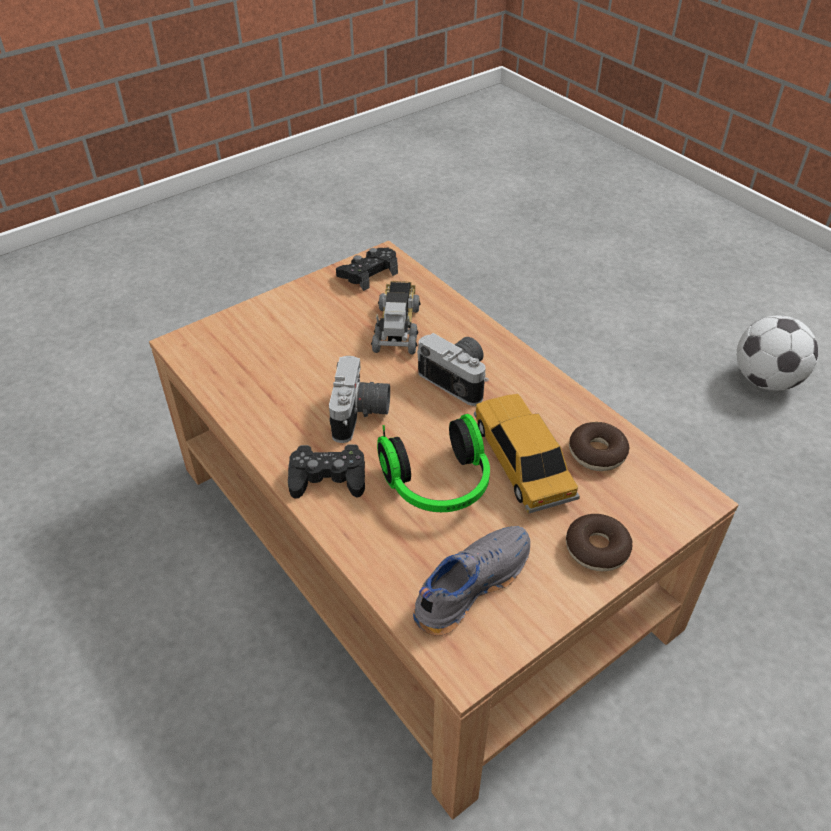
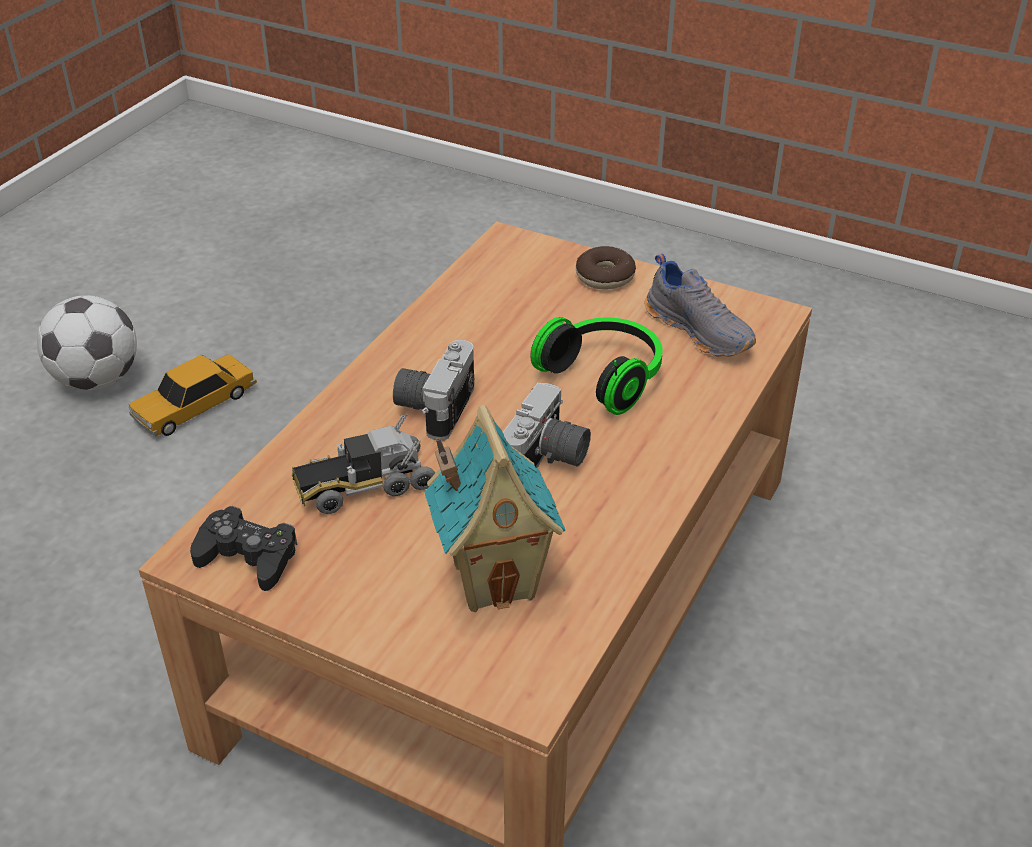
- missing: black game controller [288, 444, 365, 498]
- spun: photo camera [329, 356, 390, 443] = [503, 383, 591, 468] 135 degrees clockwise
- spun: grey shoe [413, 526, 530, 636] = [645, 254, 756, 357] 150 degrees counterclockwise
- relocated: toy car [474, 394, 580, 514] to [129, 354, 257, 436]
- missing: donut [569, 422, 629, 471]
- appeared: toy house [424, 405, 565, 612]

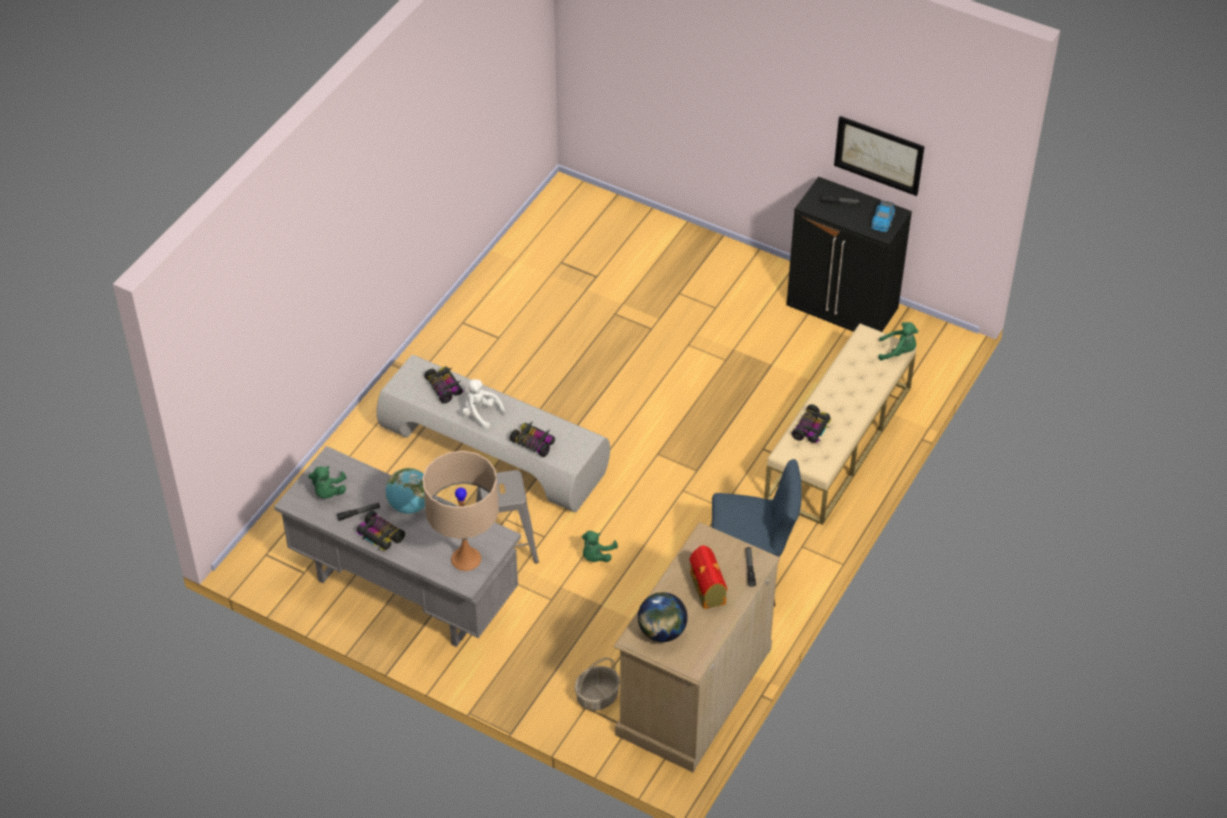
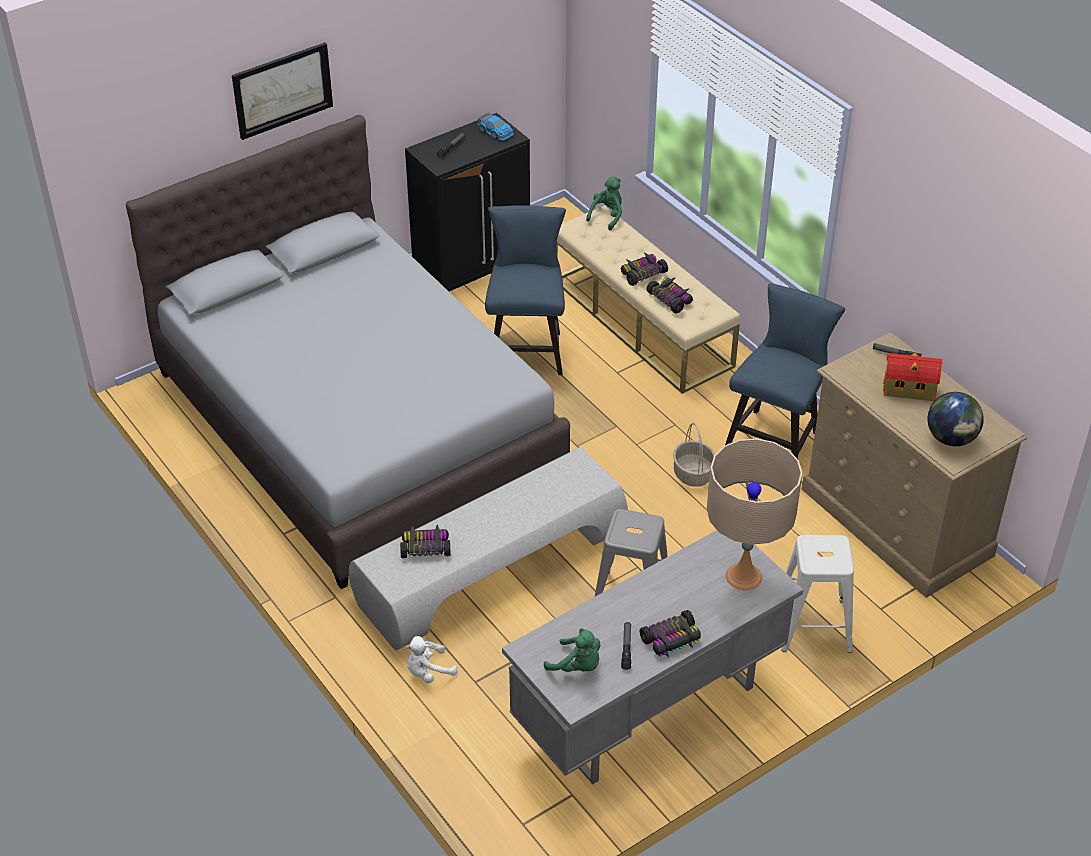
- missing: globe [386, 468, 425, 514]
- relocated: white plush toy [462, 379, 505, 429] to [406, 636, 458, 683]
- relocated: toy car [509, 421, 555, 457] to [621, 252, 668, 286]
- relocated: basket [575, 658, 620, 711] to [673, 423, 715, 487]
- missing: green plush toy [582, 531, 618, 562]
- relocated: picture [834, 116, 925, 196] to [232, 42, 333, 140]
- appeared: grey bed [126, 115, 570, 589]
- appeared: blue chair [485, 205, 566, 375]
- appeared: white stool [781, 535, 854, 653]

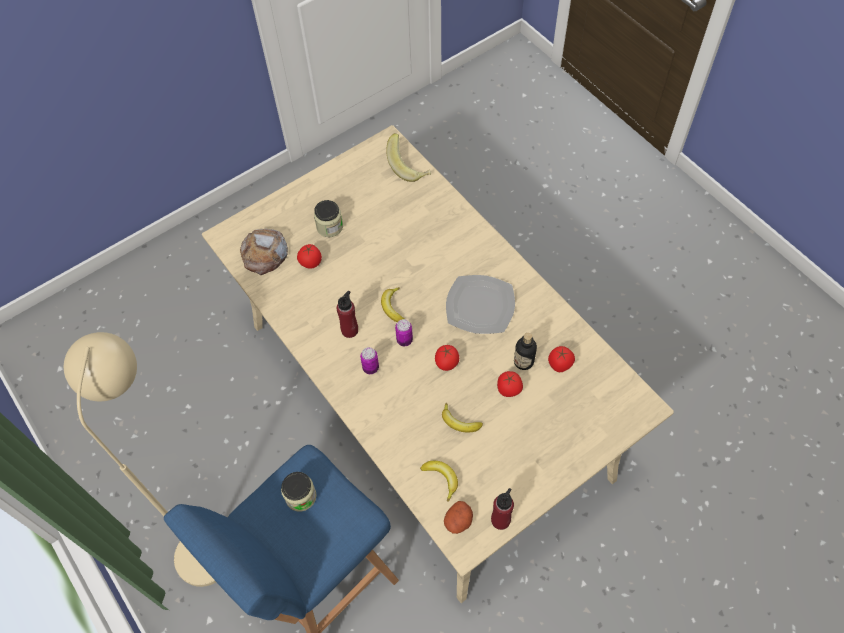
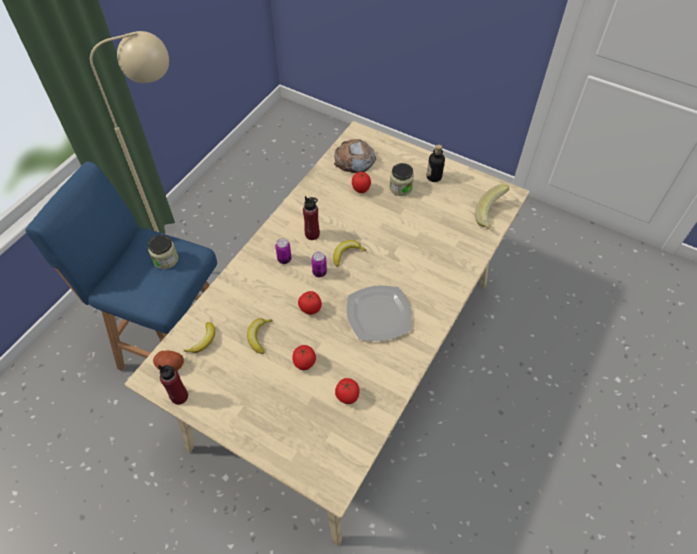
- relocated: bottle [514, 333, 537, 370] to [427, 144, 445, 182]

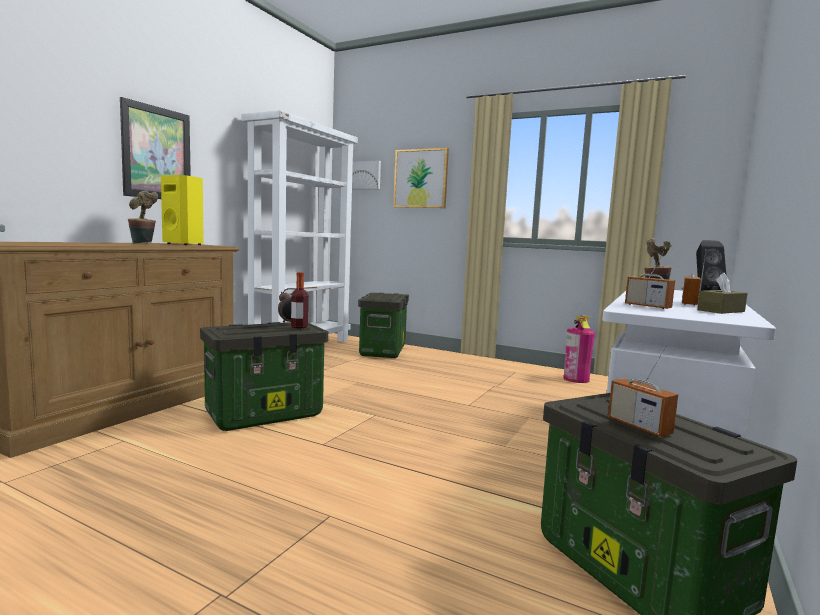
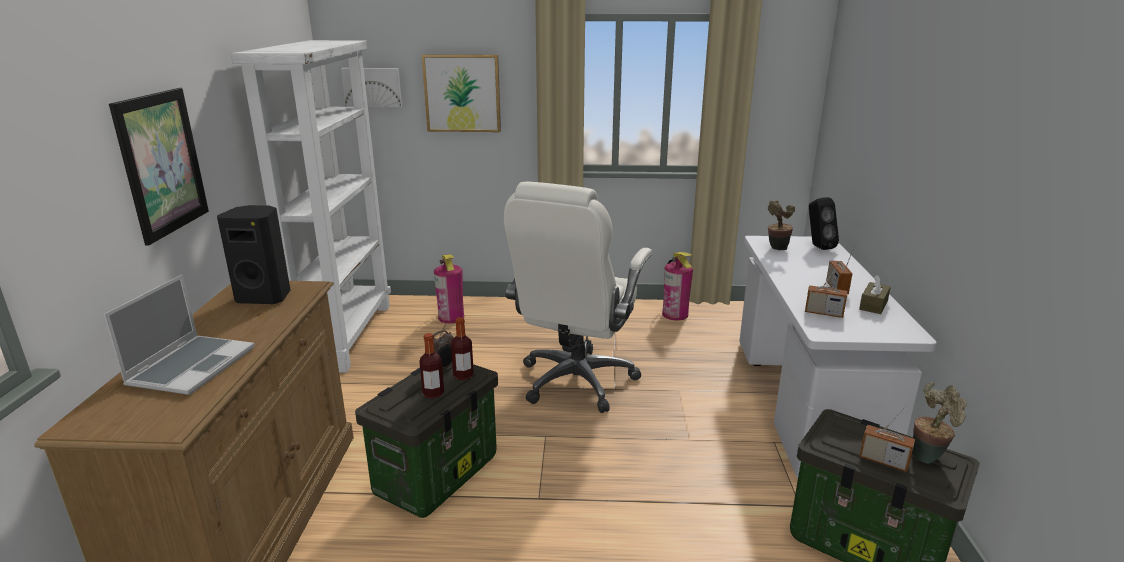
- relocated: potted plant [128, 190, 158, 243] to [912, 382, 967, 464]
- colour: yellow speaker [161, 175, 204, 245] to black speaker [217, 205, 290, 304]
- exchanged: storage box [358, 293, 409, 358] to fire extinguisher [434, 254, 464, 323]
- appeared: laptop [104, 275, 255, 395]
- appeared: bottle [419, 333, 444, 399]
- appeared: white office chair [504, 182, 652, 413]

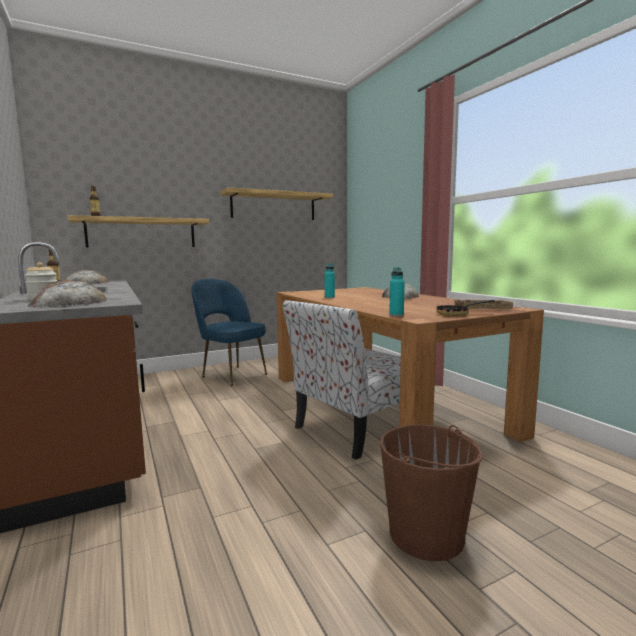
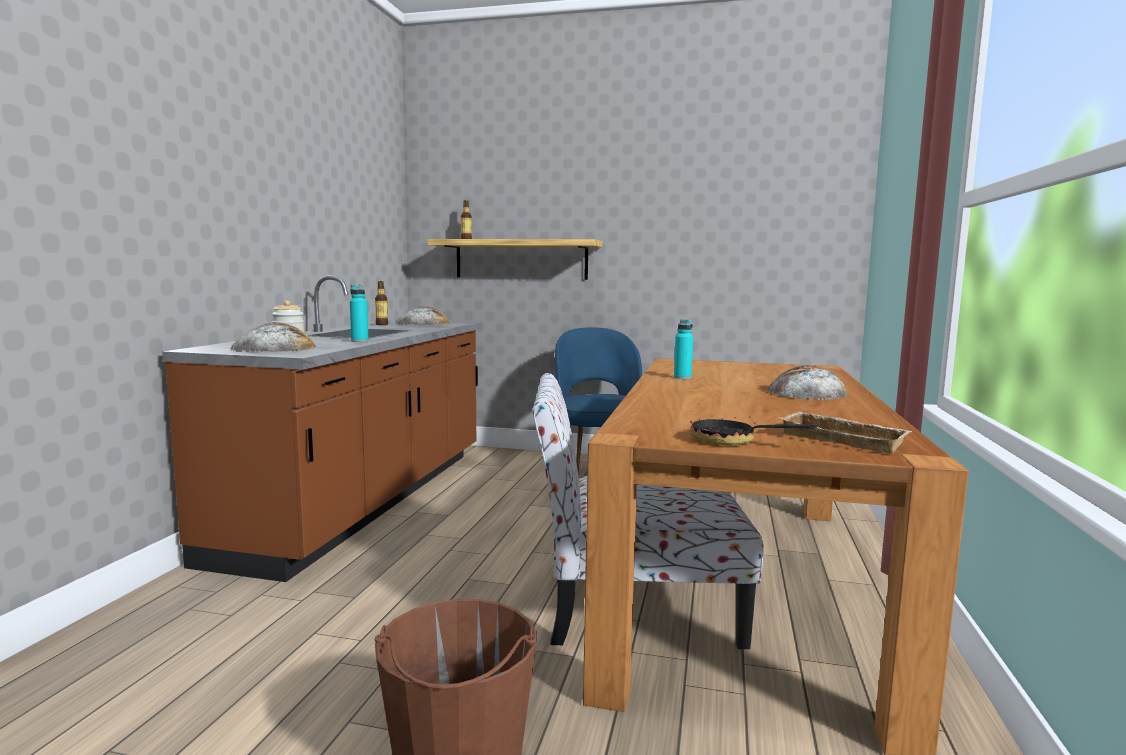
- missing: shelf [220, 187, 333, 220]
- relocated: turquoise bottle [389, 267, 405, 317] to [350, 285, 369, 342]

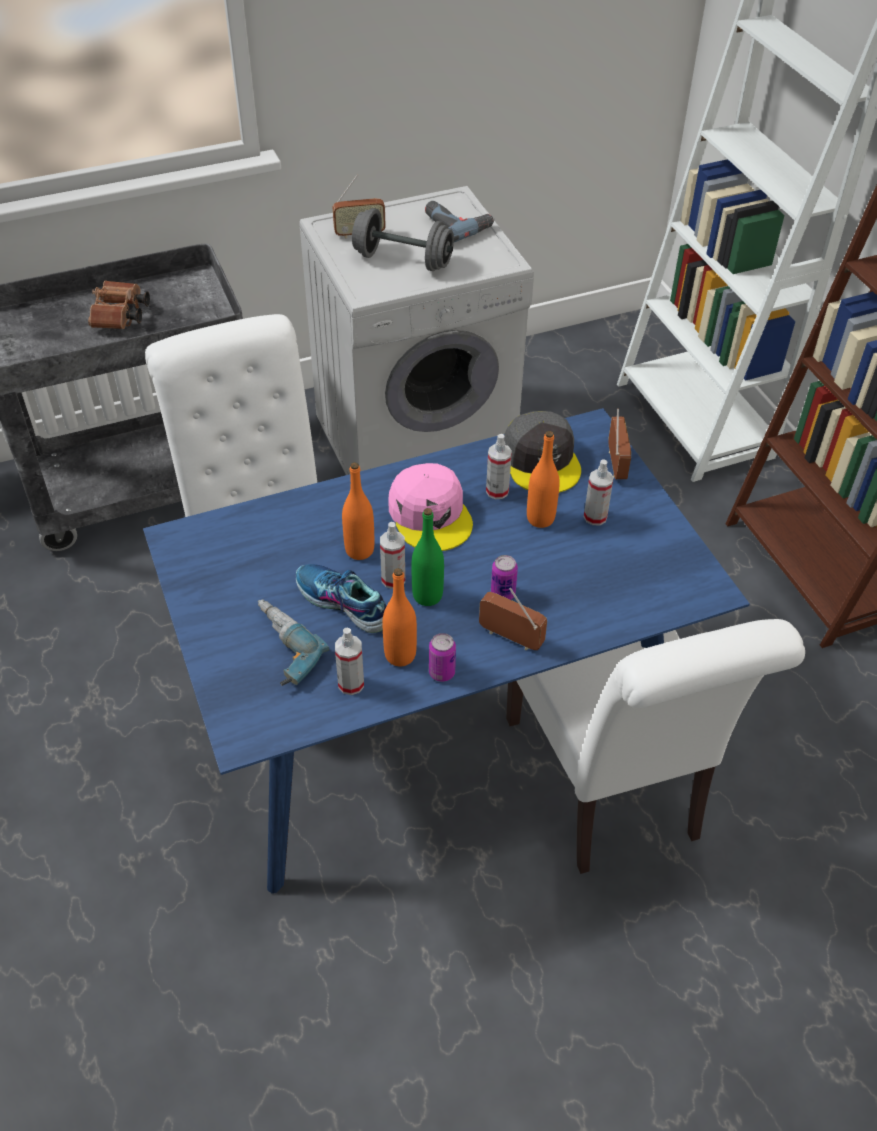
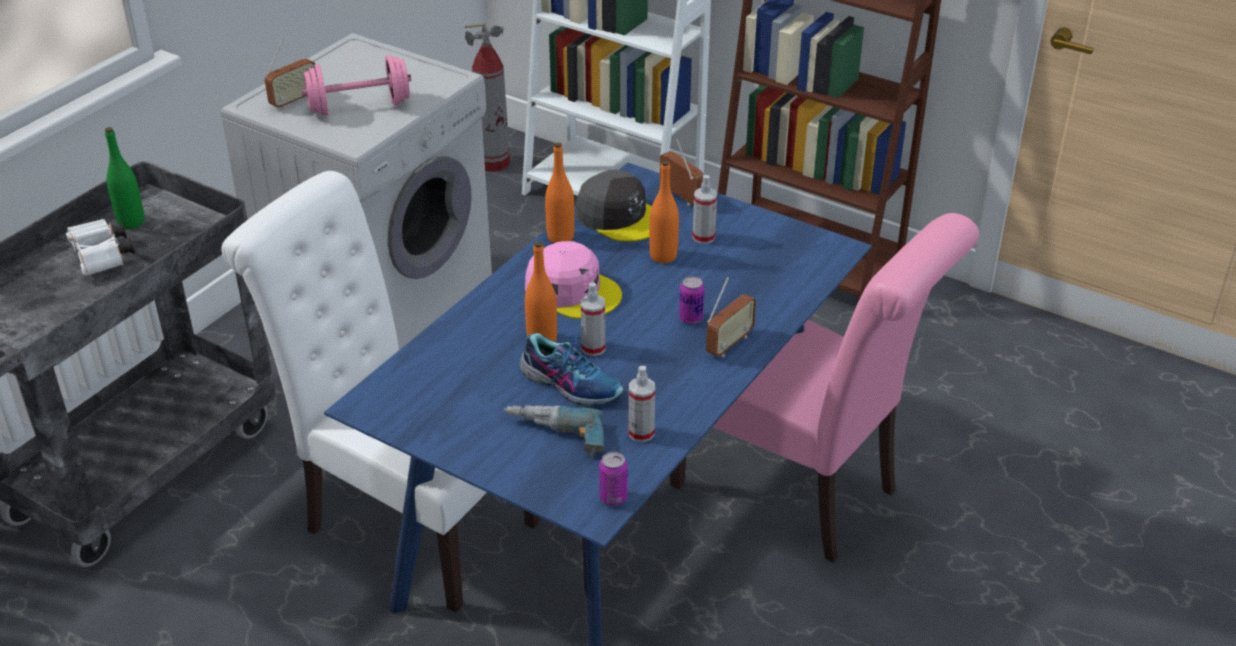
- colour: brown binoculars [88, 280, 150, 329] to white binoculars [66, 219, 135, 276]
- spun: shoe [296, 564, 386, 633] = [520, 330, 623, 407] 150 degrees counterclockwise
- colour: grey dumbbell [352, 208, 454, 271] to pink dumbbell [302, 55, 411, 116]
- relocated: orange bottle [383, 568, 417, 666] to [545, 142, 574, 243]
- relocated: green bottle [411, 508, 444, 606] to [105, 127, 145, 229]
- missing: power drill [425, 201, 494, 242]
- relocated: can [429, 633, 456, 682] to [599, 452, 628, 506]
- spun: radio [479, 588, 547, 650] = [706, 277, 756, 357] 135 degrees clockwise
- missing: spray bottle [486, 434, 512, 499]
- colour: white chair [506, 619, 805, 874] to pink chair [670, 213, 979, 563]
- appeared: fire extinguisher [465, 23, 510, 172]

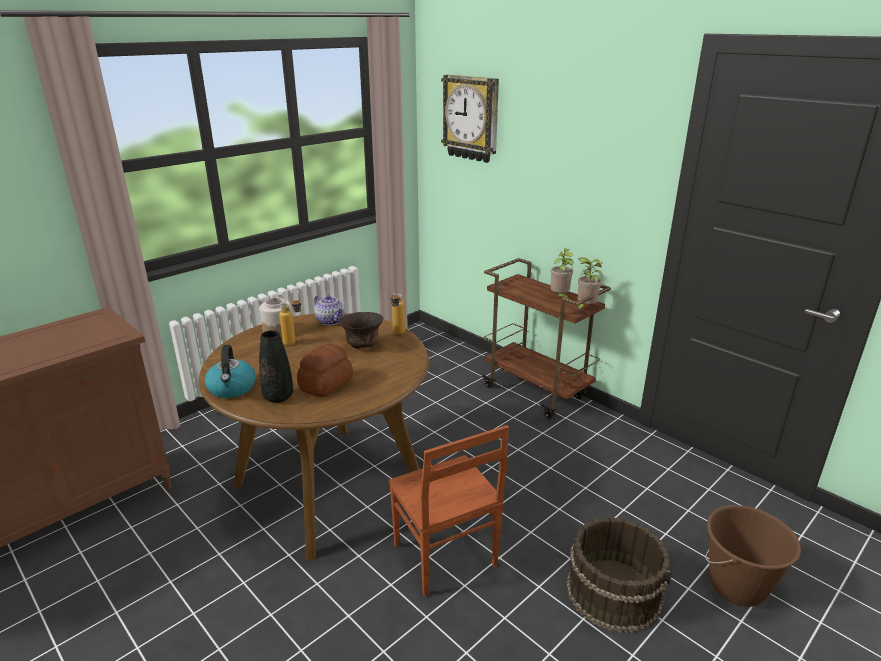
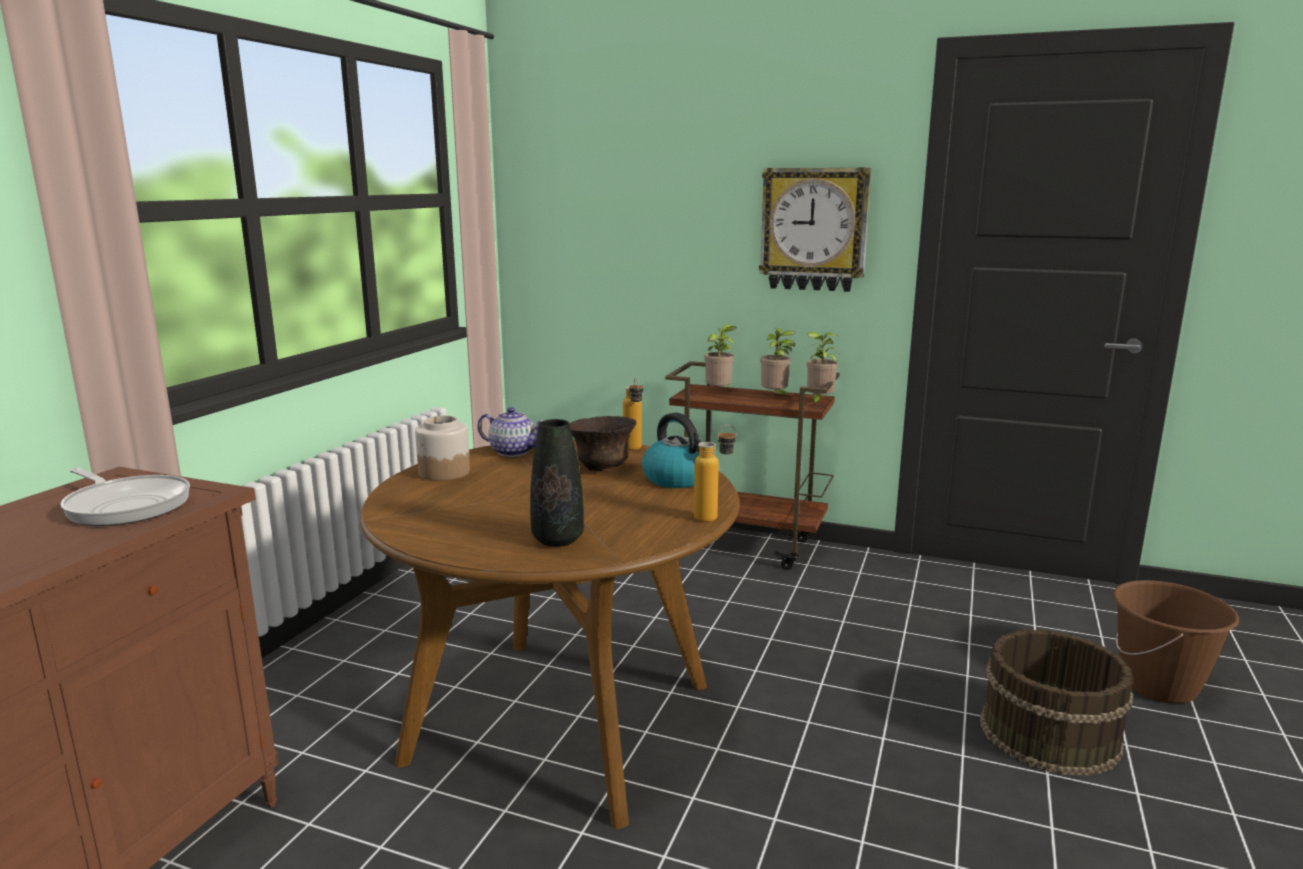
- relocated: kettle [205, 345, 256, 398] to [642, 413, 701, 488]
- relocated: bottle [279, 297, 302, 345] to [694, 425, 736, 522]
- missing: bread [297, 344, 353, 397]
- missing: brown chair [388, 425, 509, 596]
- relocated: wall clock [441, 75, 499, 163] to [759, 168, 871, 292]
- appeared: frying pan [60, 468, 190, 526]
- appeared: potted plant [704, 325, 737, 390]

